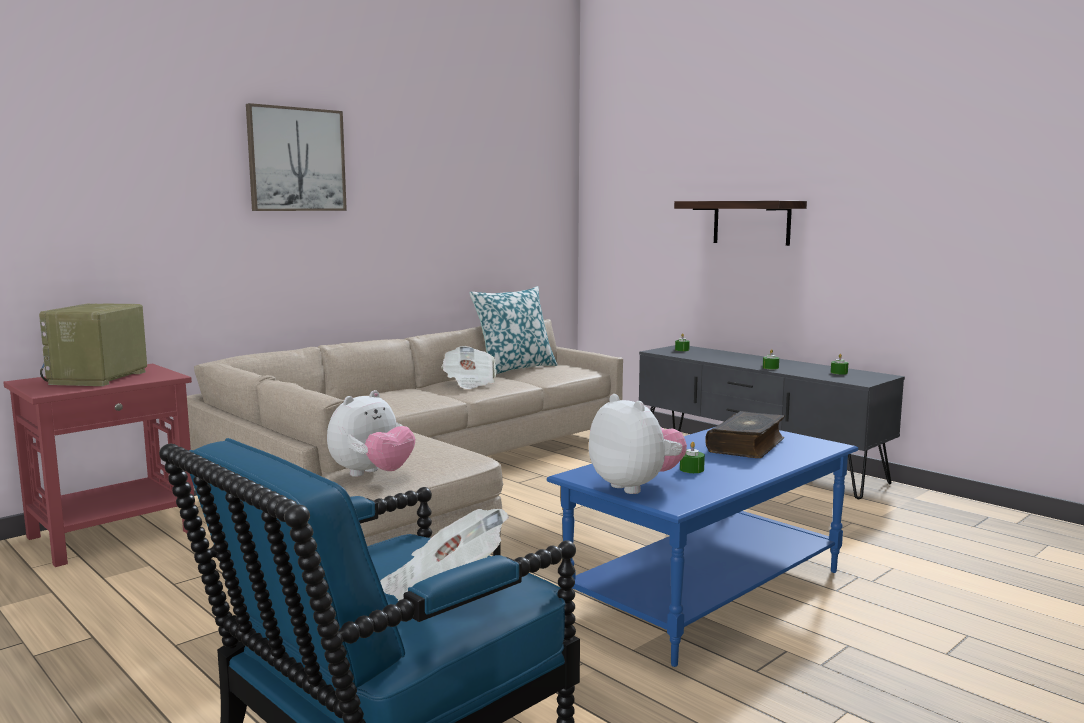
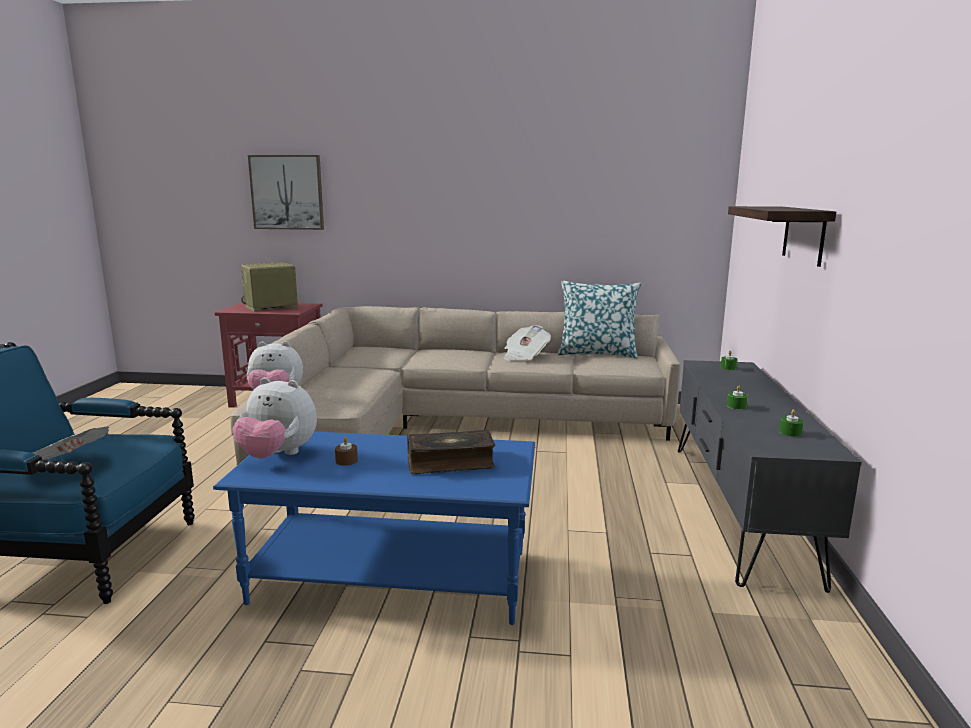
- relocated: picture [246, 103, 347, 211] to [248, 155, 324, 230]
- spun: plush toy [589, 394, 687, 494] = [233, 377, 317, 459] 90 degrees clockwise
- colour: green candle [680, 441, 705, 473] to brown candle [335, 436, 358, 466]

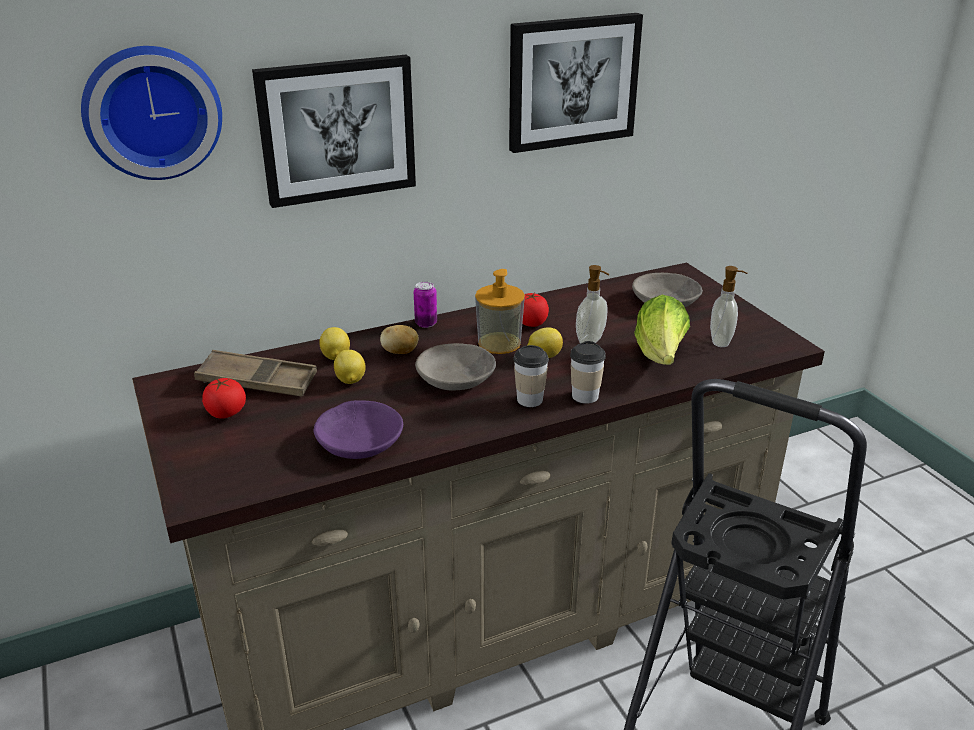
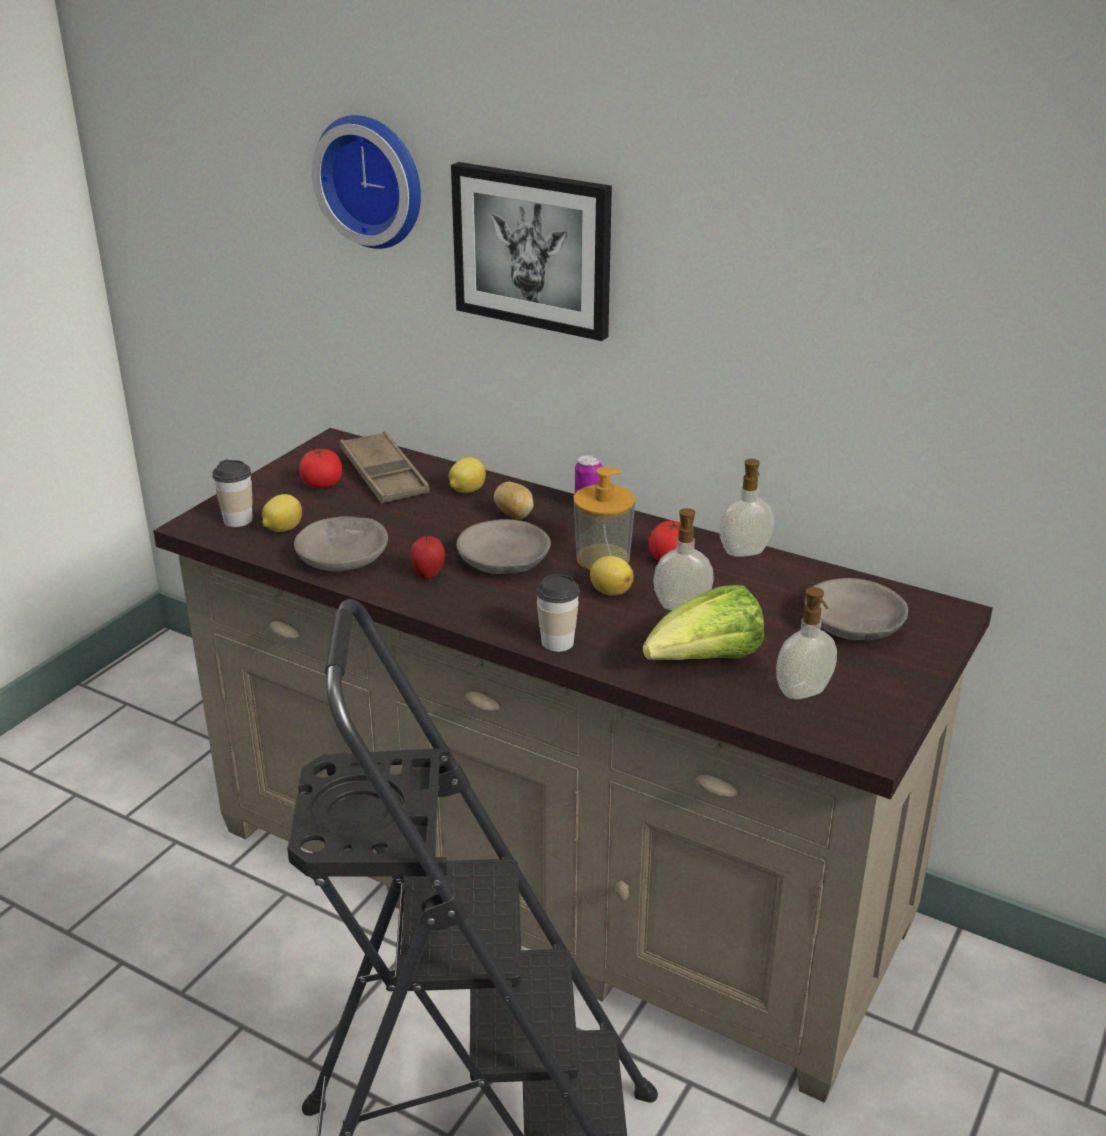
- colour: purple bowl [314, 400, 403, 459] to grey bowl [294, 516, 388, 571]
- relocated: lemon [334, 350, 365, 384] to [262, 494, 302, 532]
- missing: picture [509, 13, 643, 153]
- relocated: cup [513, 345, 549, 407] to [212, 460, 253, 527]
- appeared: apple [410, 535, 445, 580]
- appeared: soap dispenser [719, 459, 774, 557]

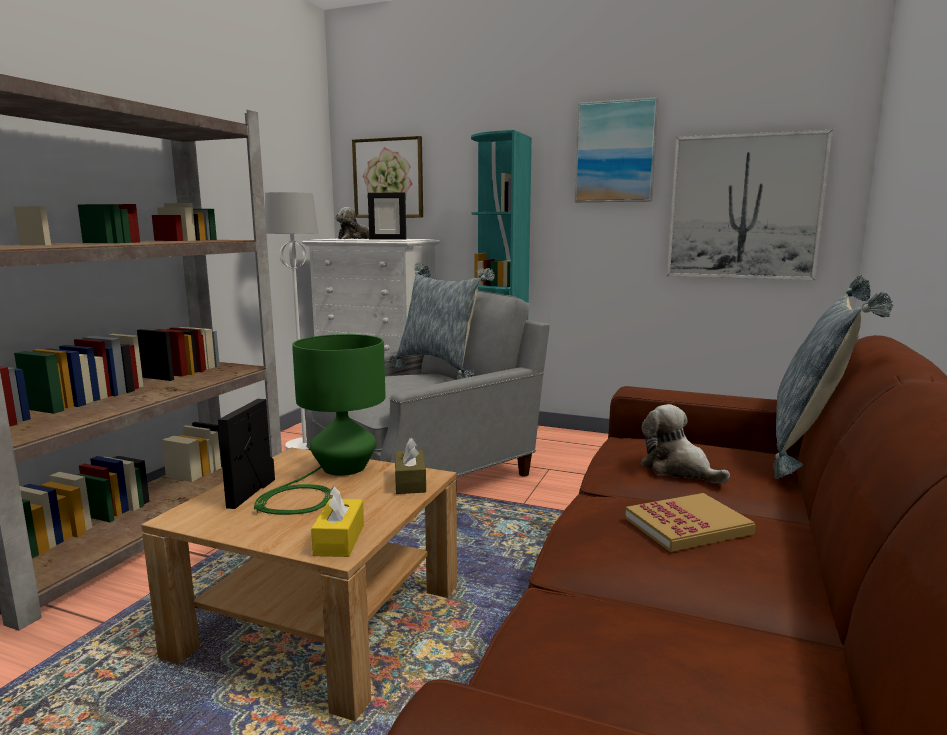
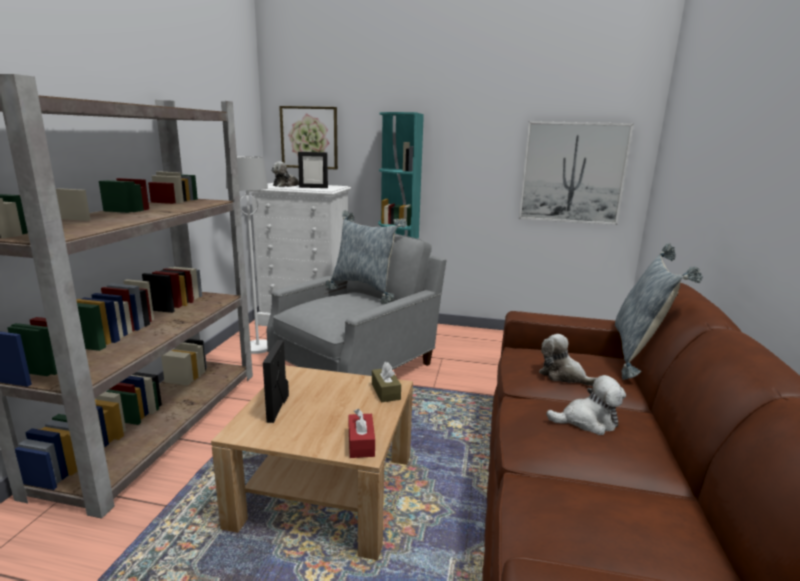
- missing: green table lamp [254, 334, 385, 515]
- colour: yellow tissue box [311, 486, 364, 557] to red tissue box [349, 409, 375, 458]
- missing: picture [574, 97, 659, 202]
- exchanged: book [625, 493, 756, 552] to plush toy [546, 375, 626, 435]

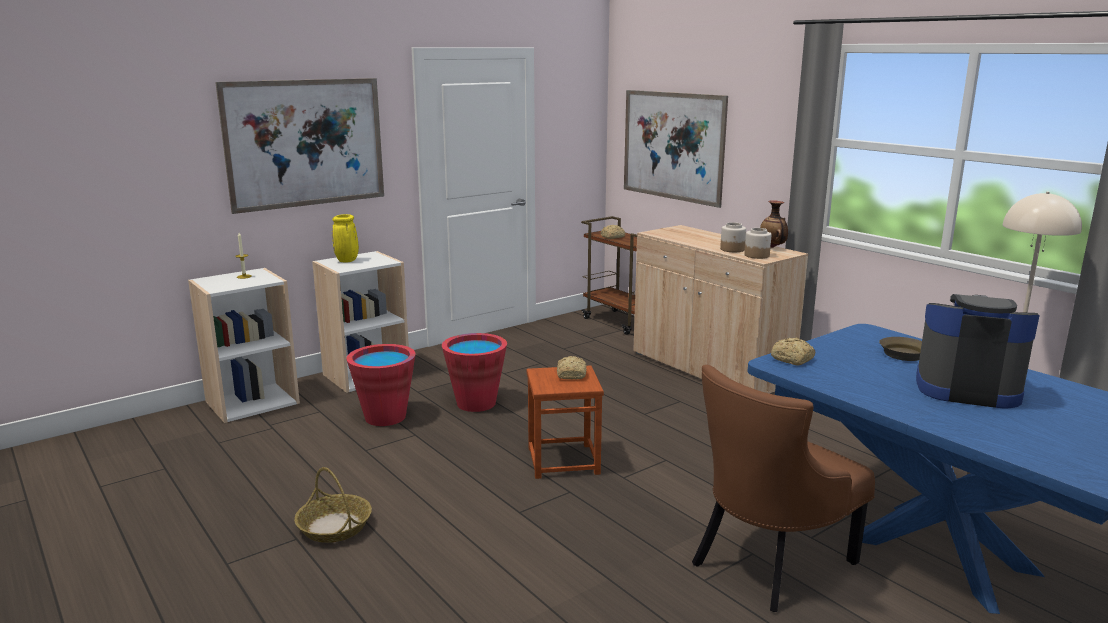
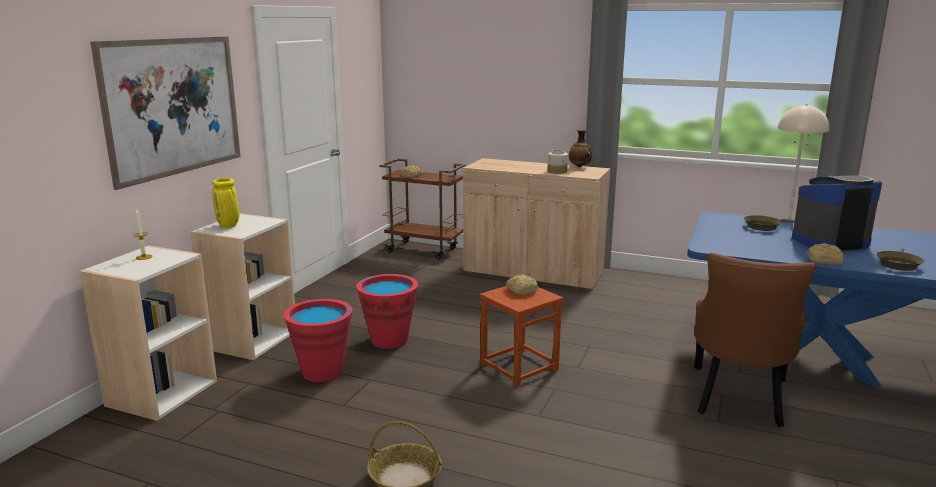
- missing: picture [624, 90, 728, 208]
- missing: jar [744, 228, 771, 259]
- relocated: bread [771, 337, 815, 366] to [808, 243, 844, 265]
- appeared: brown frying pan [877, 248, 924, 271]

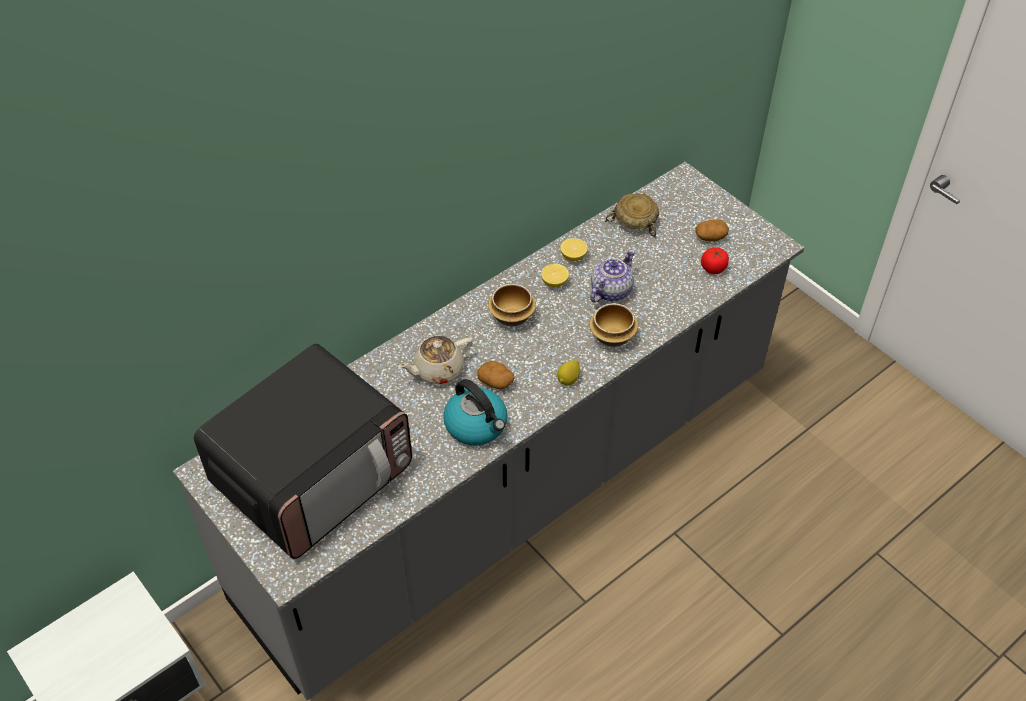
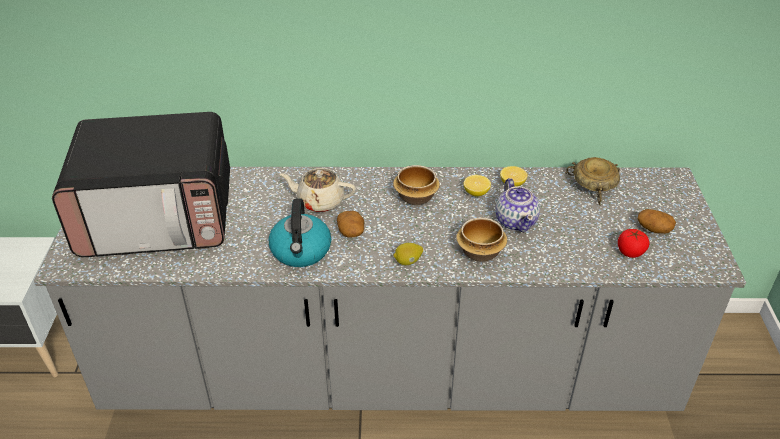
- spun: teapot [590, 249, 635, 303] = [495, 178, 540, 232] 90 degrees clockwise

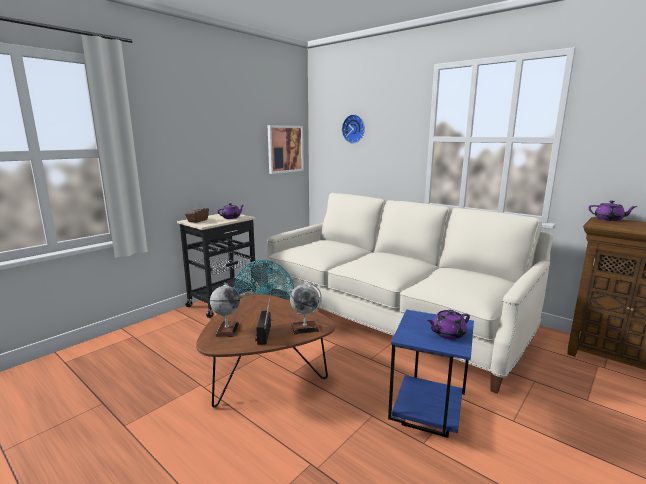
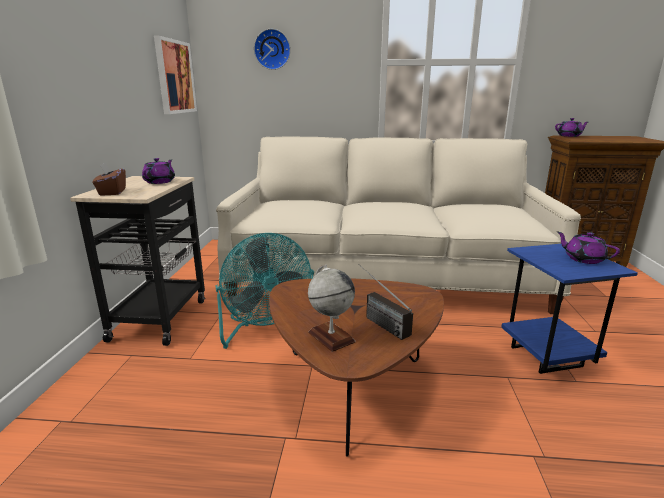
- missing: globe [290, 283, 322, 334]
- spun: purple teapot [427, 310, 470, 340] = [556, 231, 620, 264] 105 degrees clockwise

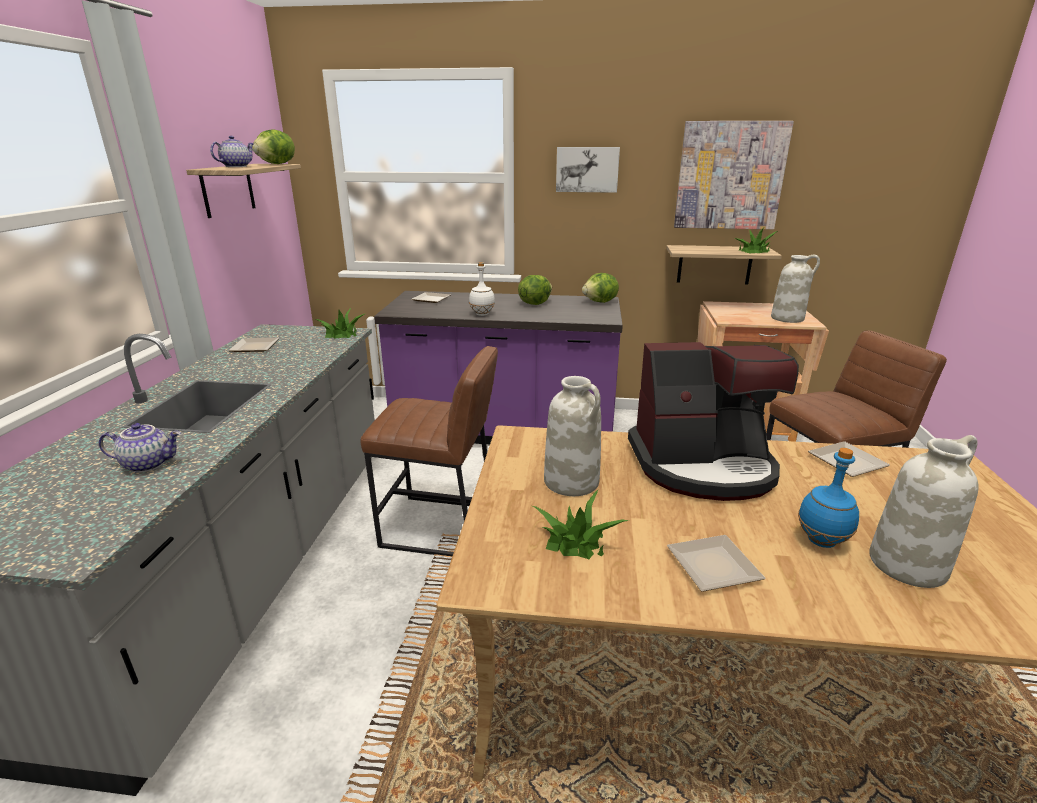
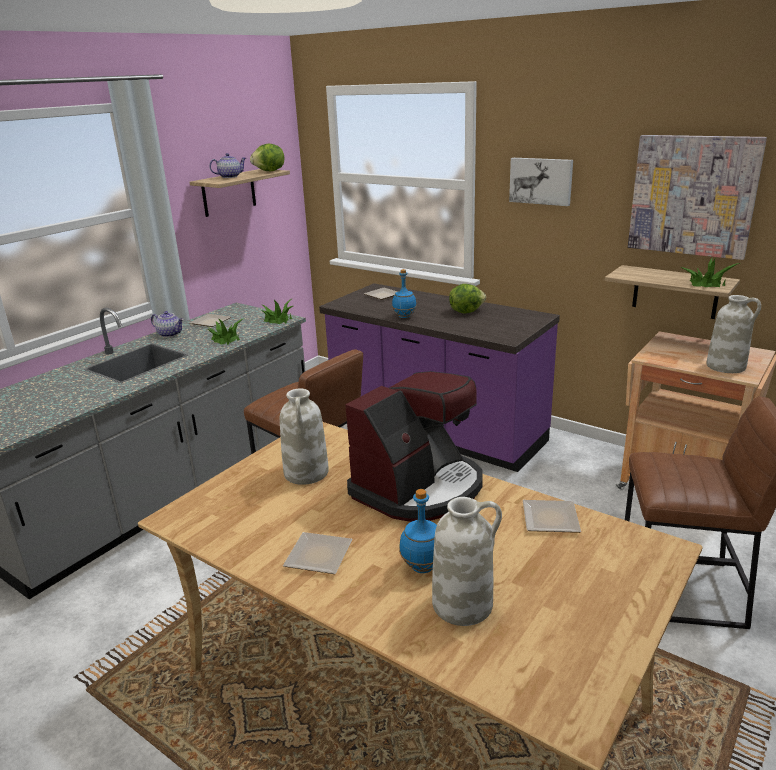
- relocated: teapot [99, 423, 181, 473] to [151, 311, 184, 337]
- colour: white bottle [469, 262, 495, 316] to blue bottle [392, 269, 417, 318]
- relocated: potted plant [533, 489, 629, 559] to [207, 318, 244, 345]
- missing: lettuce [582, 273, 619, 303]
- spun: coffee machine [628, 342, 799, 501] = [345, 371, 483, 522] 75 degrees counterclockwise

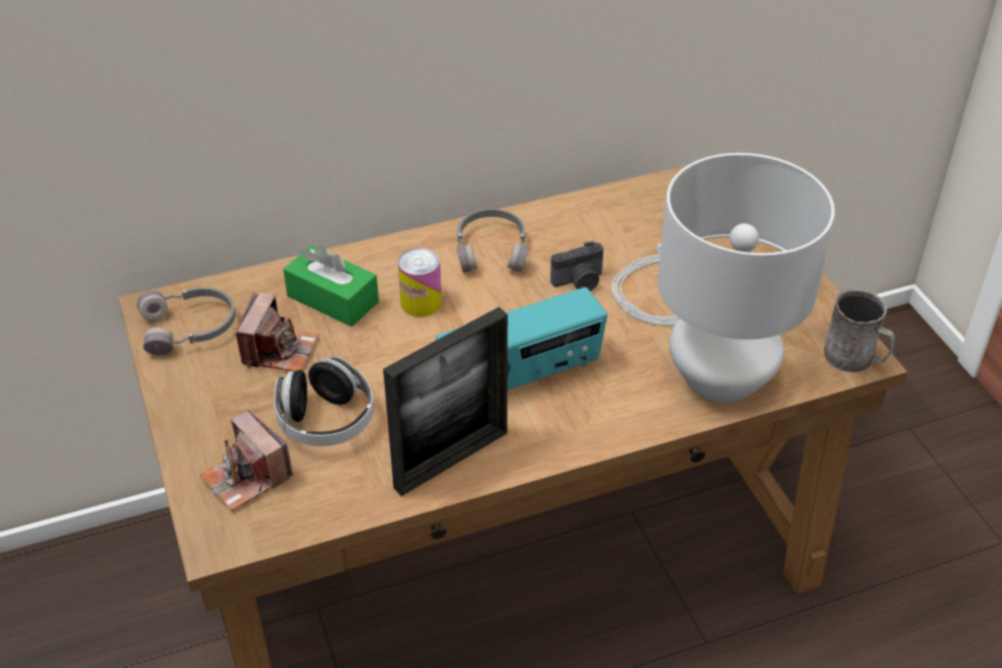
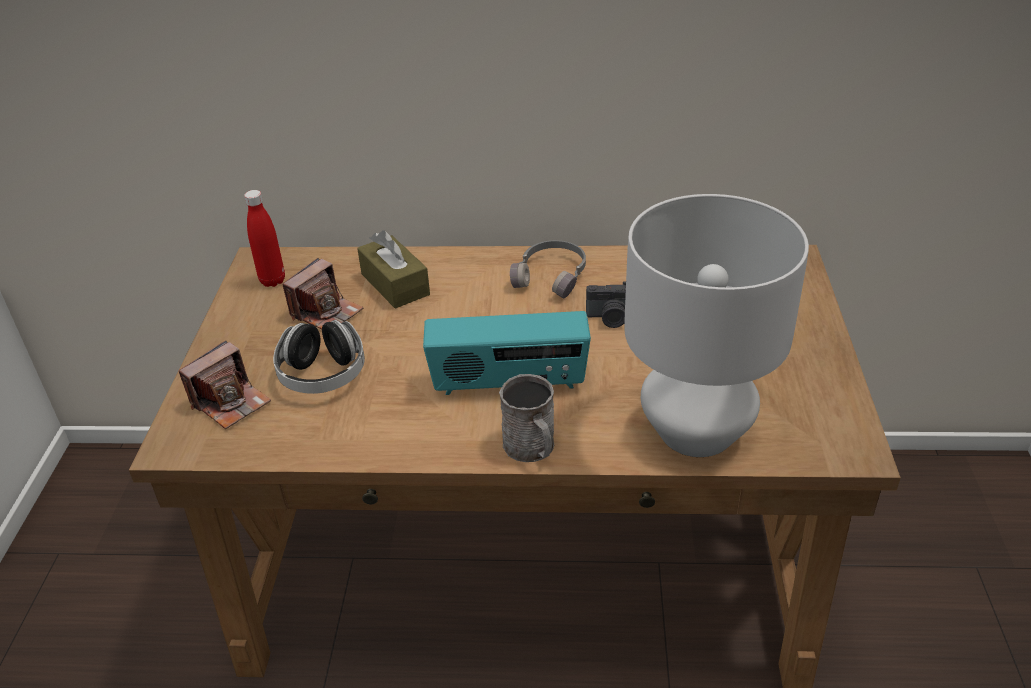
- exchanged: grey headphones [137, 287, 235, 355] to red bottle [244, 190, 285, 287]
- spun: photo camera [199, 410, 293, 511] = [179, 341, 271, 429] 120 degrees counterclockwise
- colour: green tissue box [283, 245, 379, 327] to brown tissue box [357, 230, 430, 309]
- missing: picture frame [383, 307, 508, 496]
- missing: can [398, 248, 442, 317]
- relocated: grey mug [824, 289, 895, 372] to [499, 374, 555, 462]

